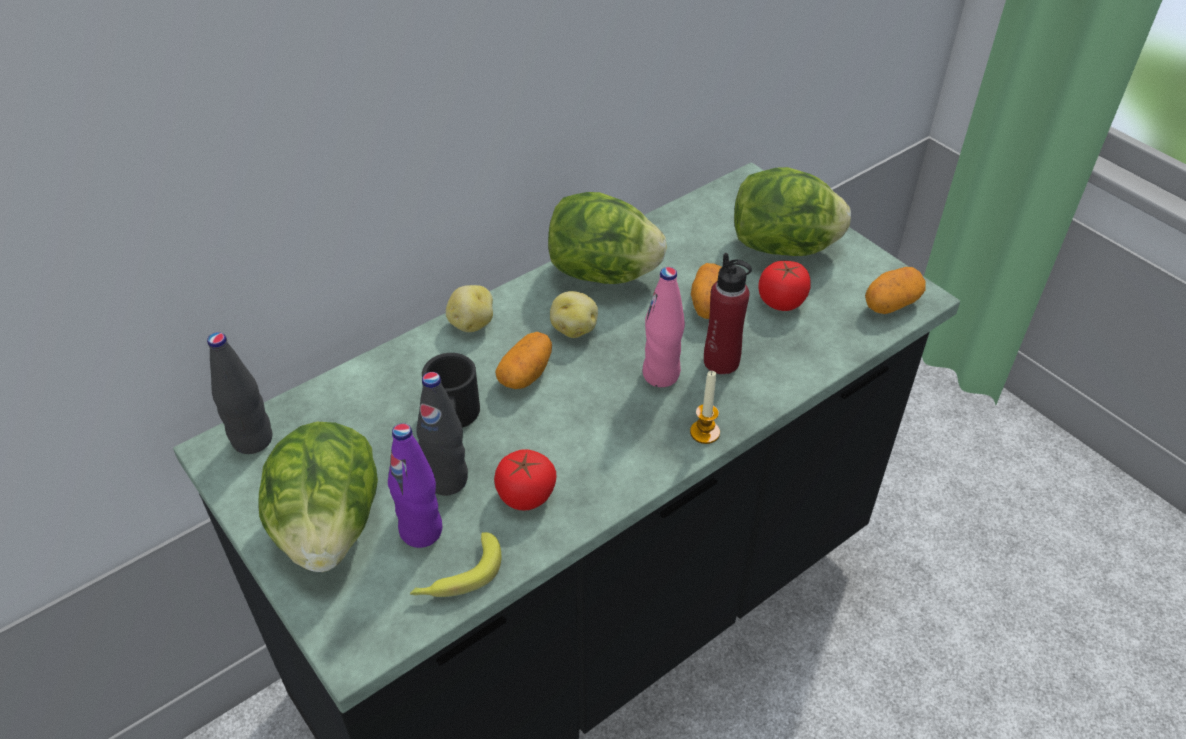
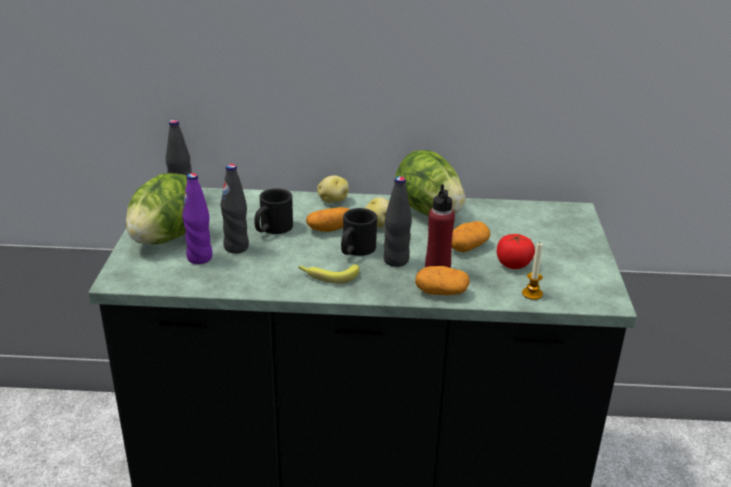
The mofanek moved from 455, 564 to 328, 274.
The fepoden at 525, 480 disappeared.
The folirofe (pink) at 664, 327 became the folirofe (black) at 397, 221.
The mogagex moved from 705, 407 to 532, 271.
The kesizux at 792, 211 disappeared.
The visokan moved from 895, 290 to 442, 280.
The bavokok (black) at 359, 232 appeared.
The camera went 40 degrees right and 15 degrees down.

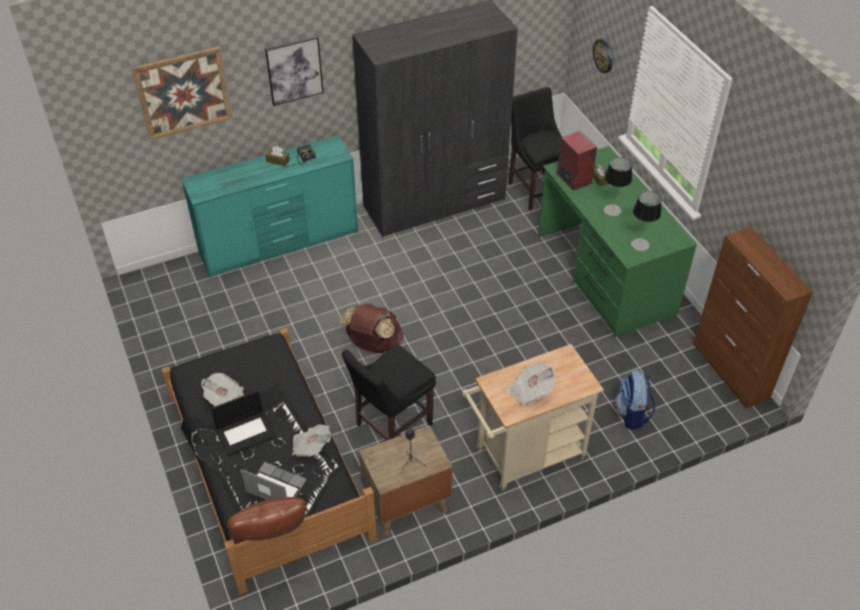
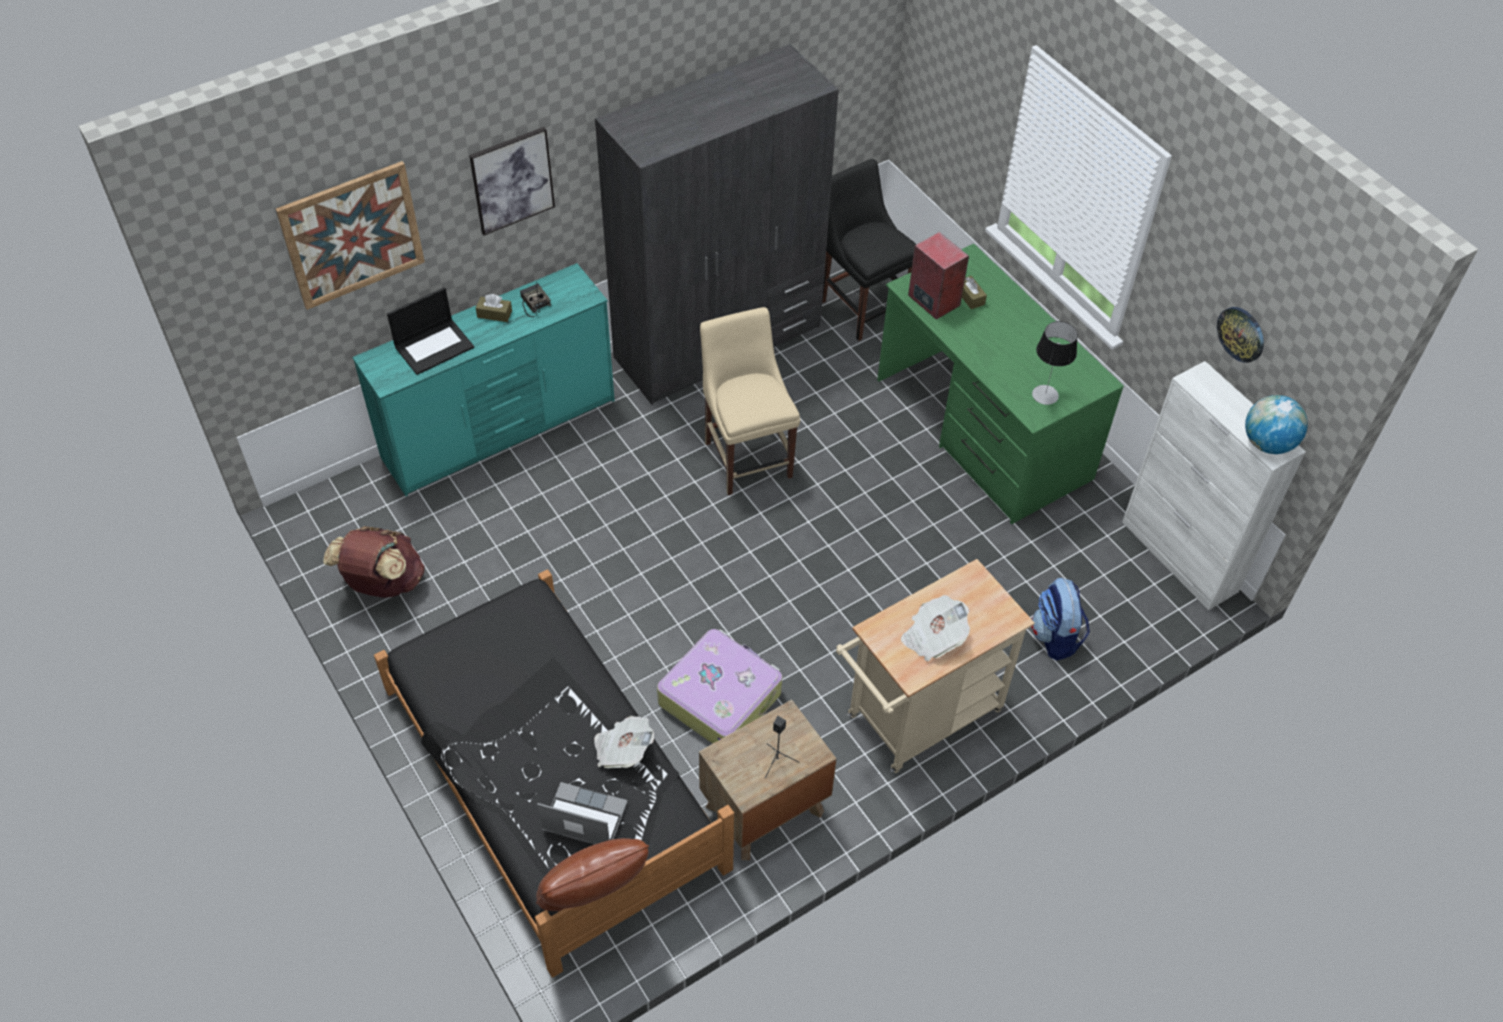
The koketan at 222, 389 disappeared.
The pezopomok moved from 243, 423 to 430, 331.
The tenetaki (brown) moved from 372, 328 to 373, 562.
The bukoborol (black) at 389, 392 was replaced by the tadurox at 719, 686.
The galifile moved from 603, 56 to 1240, 335.
The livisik at 618, 186 disappeared.
The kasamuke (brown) at 753, 318 became the kasamuke (white) at 1214, 485.
The bukoborol (beige) at 750, 401 appeared.
The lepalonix at 1276, 424 appeared.
The camera went 10 degrees left and 5 degrees up.

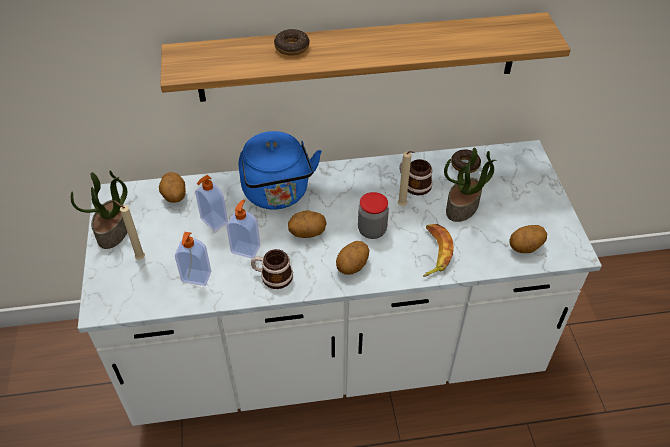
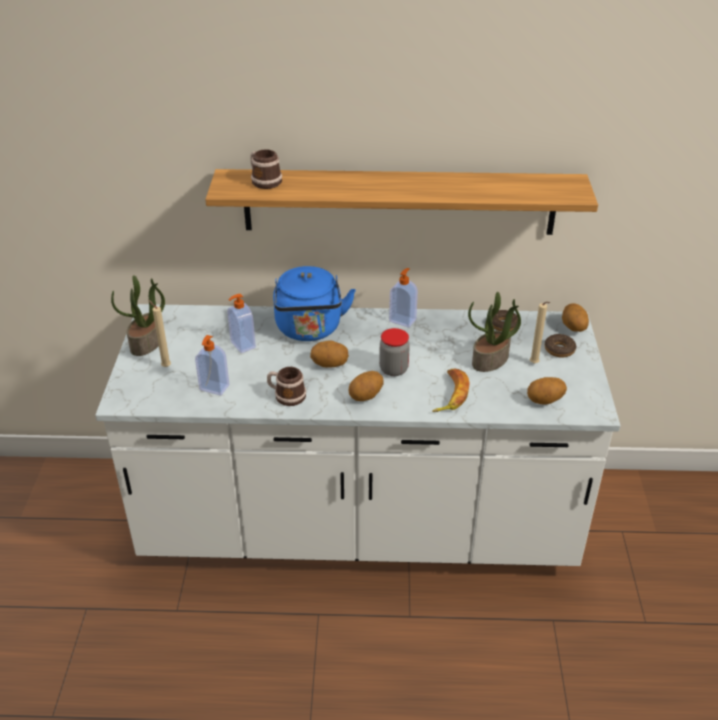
The visokan moved from 172, 187 to 575, 317.
The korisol moved from 243, 229 to 403, 298.
The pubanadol moved from 292, 42 to 560, 346.
The mogagex (beige) moved from 406, 178 to 540, 332.
The bavokok moved from 416, 177 to 266, 169.
The camera went 10 degrees right and 10 degrees down.

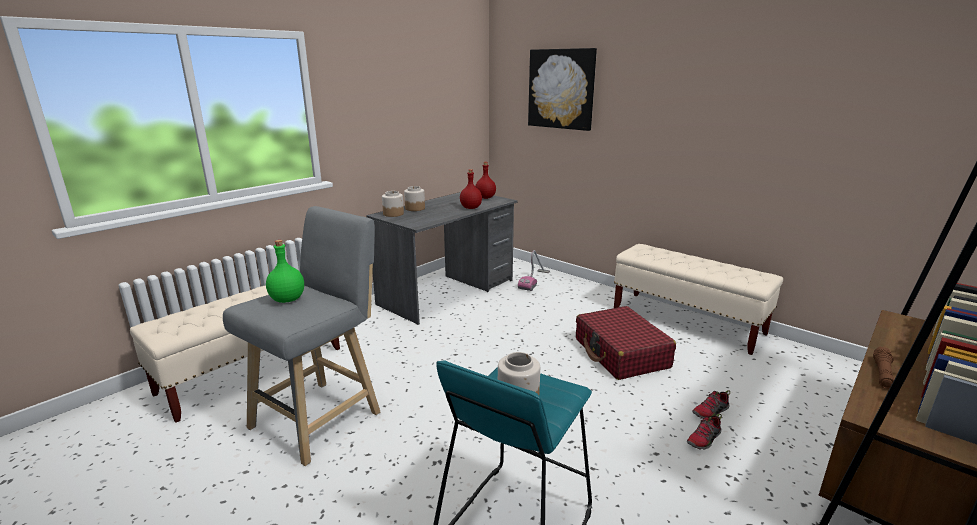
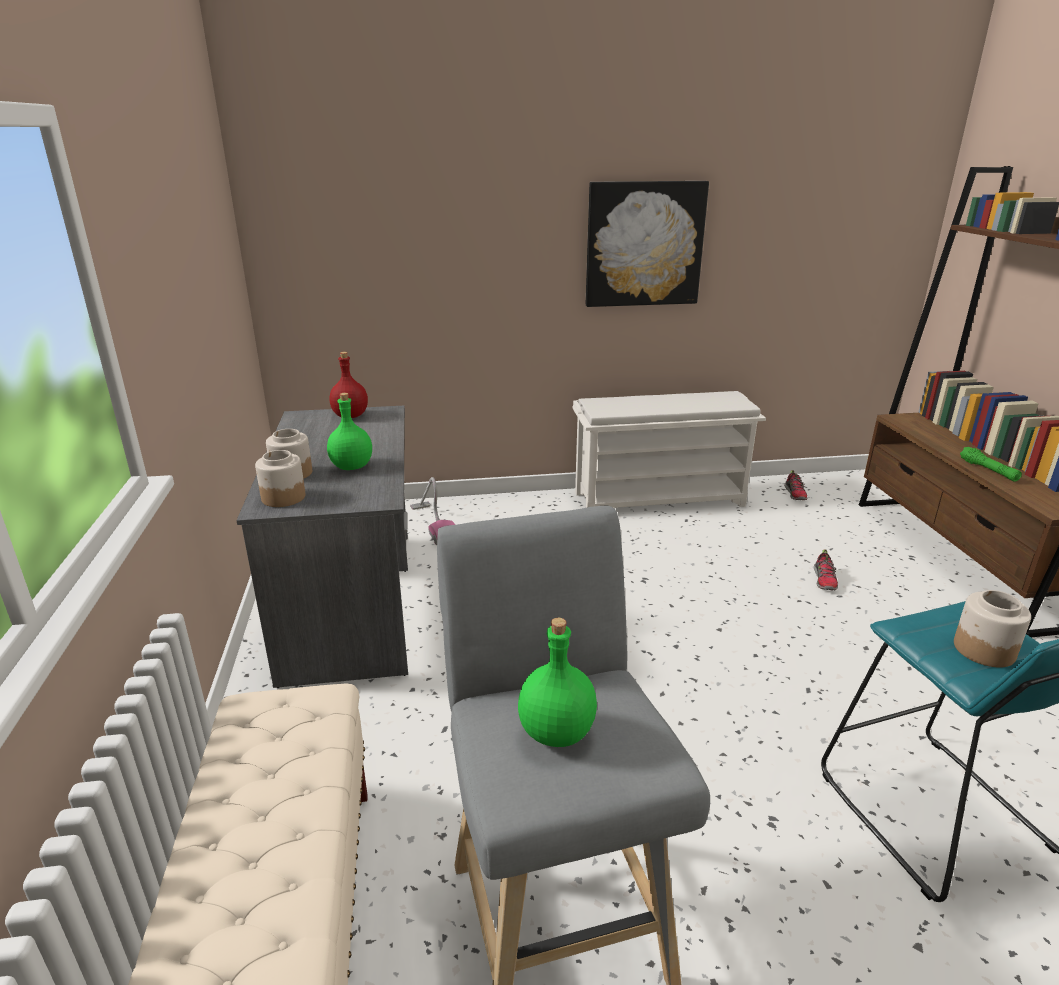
The folirofe (red) at 471, 189 disappeared.
The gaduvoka moved from 562, 89 to 647, 244.
The tadurox (red) at 626, 343 disappeared.
The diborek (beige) at 698, 299 was replaced by the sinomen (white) at 669, 449.
The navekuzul moved from 704, 432 to 795, 485.
The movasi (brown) at 883, 367 became the movasi (green) at 991, 464.
The folirofe (green) at 349, 431 appeared.
The camera went 50 degrees left and 5 degrees up.

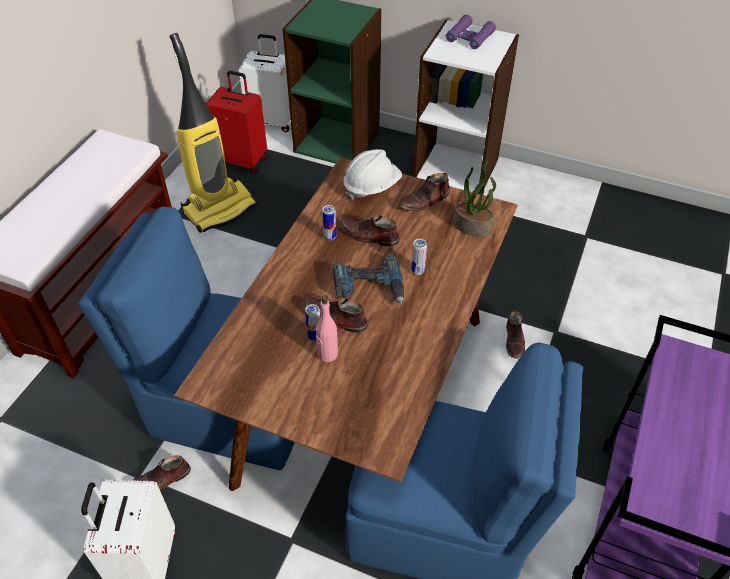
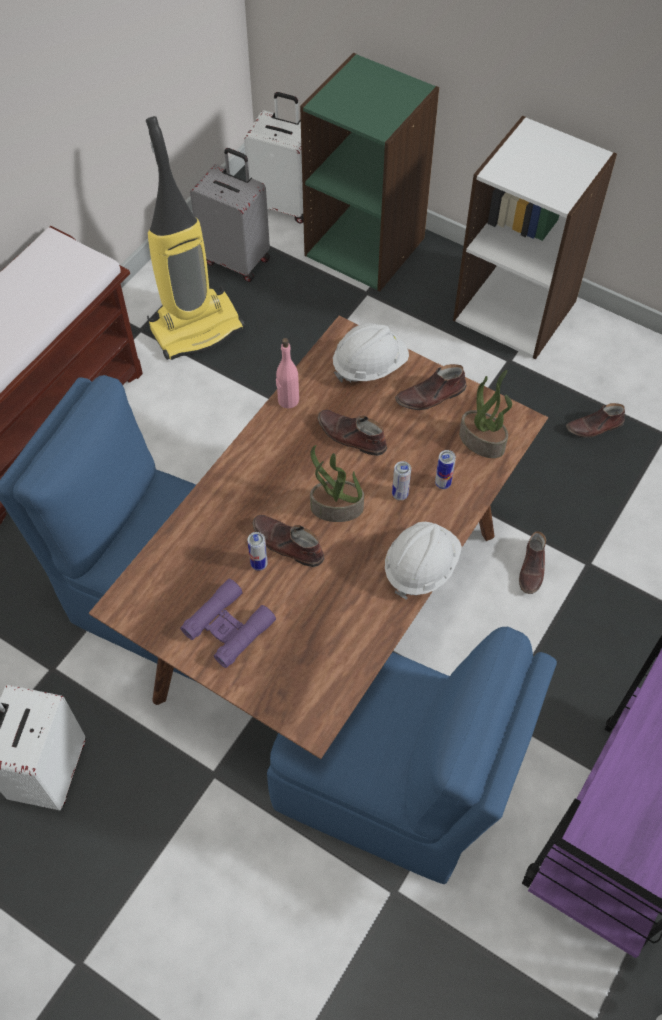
The navekuzul (brown) moved from 162, 472 to 595, 420.
The tadurox (red) at 237, 122 became the tadurox (grey) at 230, 215.
The folirofe (pink) moved from 327, 328 to 287, 373.
The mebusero moved from 329, 223 to 445, 469.
The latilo at 368, 279 was replaced by the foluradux at 337, 483.
The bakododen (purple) moved from 471, 31 to 228, 623.
The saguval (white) at 423, 561 appeared.
The camera went 10 degrees right and 10 degrees up.

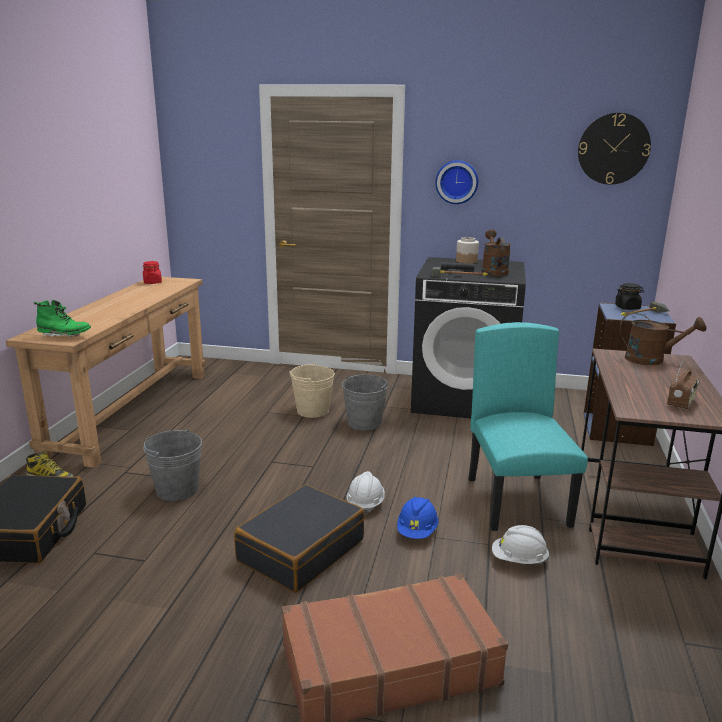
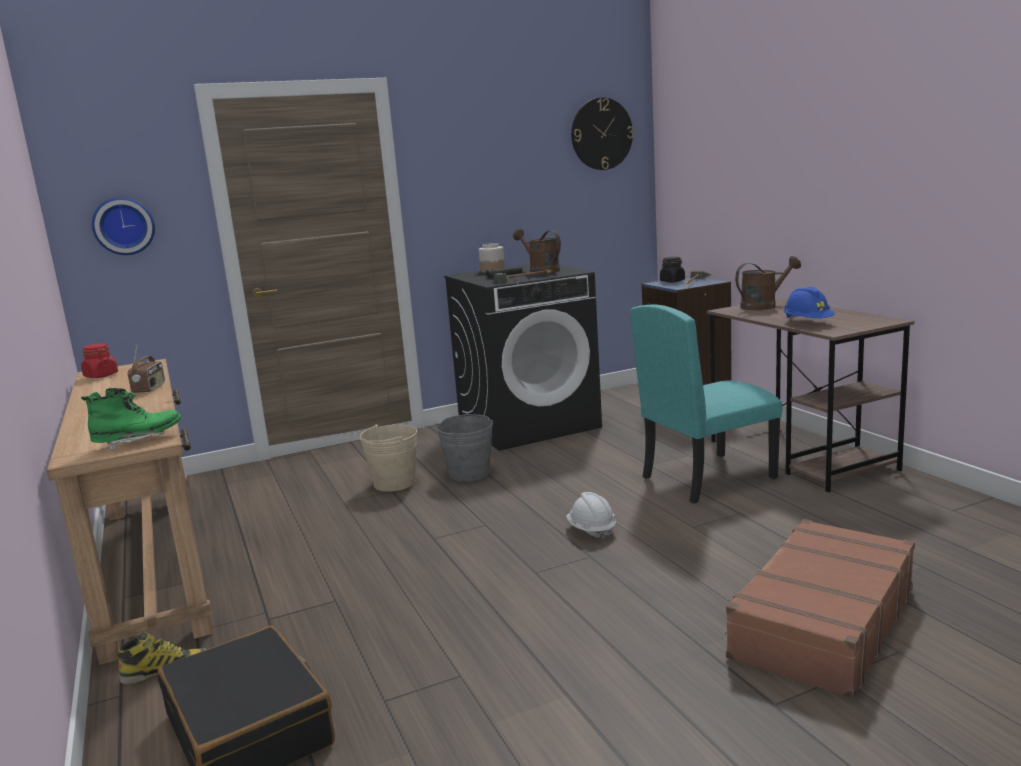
The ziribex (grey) at 172, 465 disappeared.
The tadurox (black) at 299, 538 disappeared.
The saguval (blue) moved from 418, 518 to 809, 303.
The galifile moved from 456, 182 to 123, 226.
The bukoborol (turquoise) at 528, 426 turned 75 degrees counterclockwise.
The saguval (white) at 520, 544 disappeared.
The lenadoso moved from 683, 383 to 146, 369.
The camera went 35 degrees left and 5 degrees down.

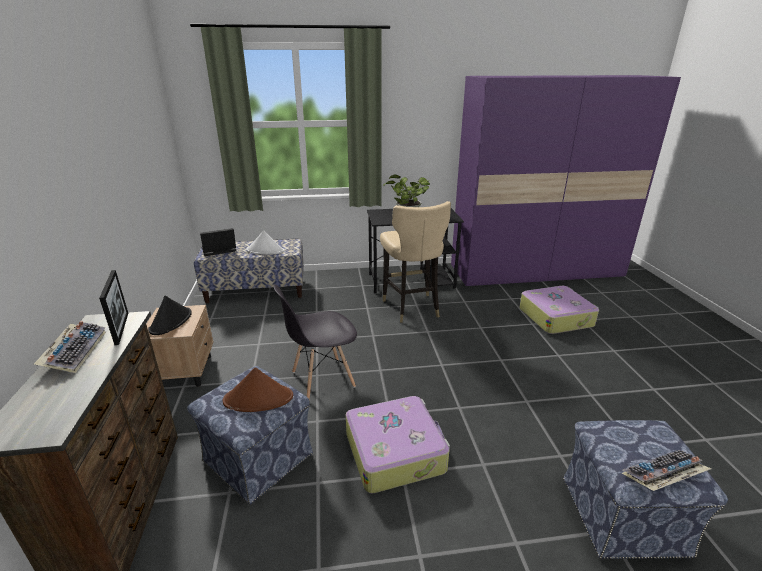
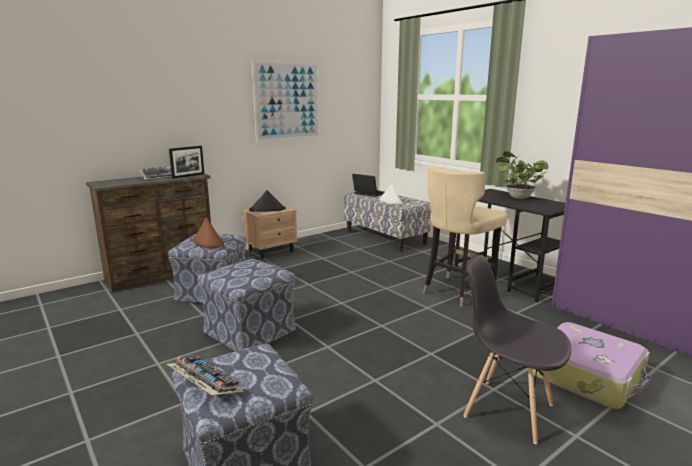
The bukoborol (grey) moved from 315, 342 to 517, 349.
The tadurox at 398, 445 was replaced by the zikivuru at 246, 305.
The gaduvoka at 286, 101 appeared.
The camera went 60 degrees right and 10 degrees down.

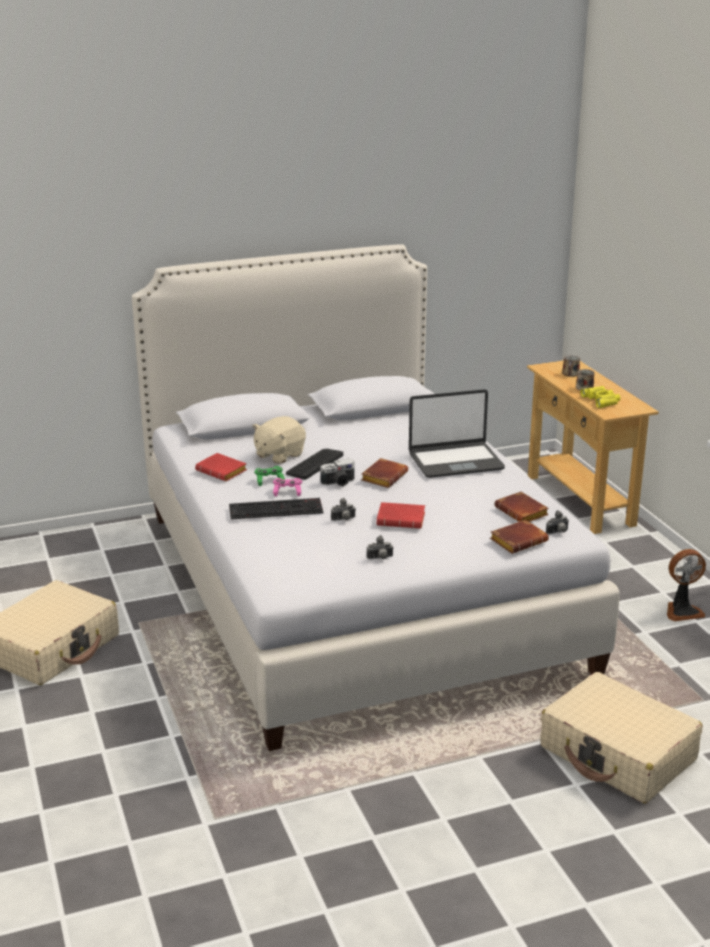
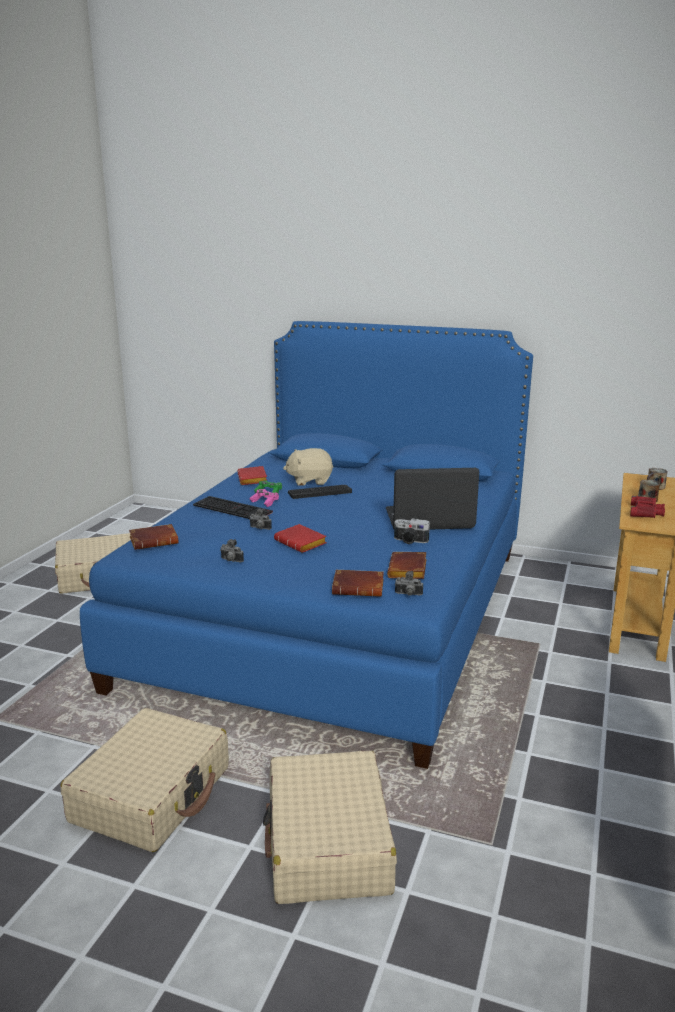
The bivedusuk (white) at 375, 498 became the bivedusuk (blue) at 306, 545.
The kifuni moved from 337, 472 to 412, 531.
The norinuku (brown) moved from 384, 473 to 154, 537.
The pezopomok at 457, 433 turned 150 degrees clockwise.
The bakododen (yellow) at 600, 397 became the bakododen (red) at 647, 507.
The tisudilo at 686, 585 disappeared.
The tadurox (beige) at 144, 780 appeared.
The camera went 40 degrees right and 5 degrees down.

